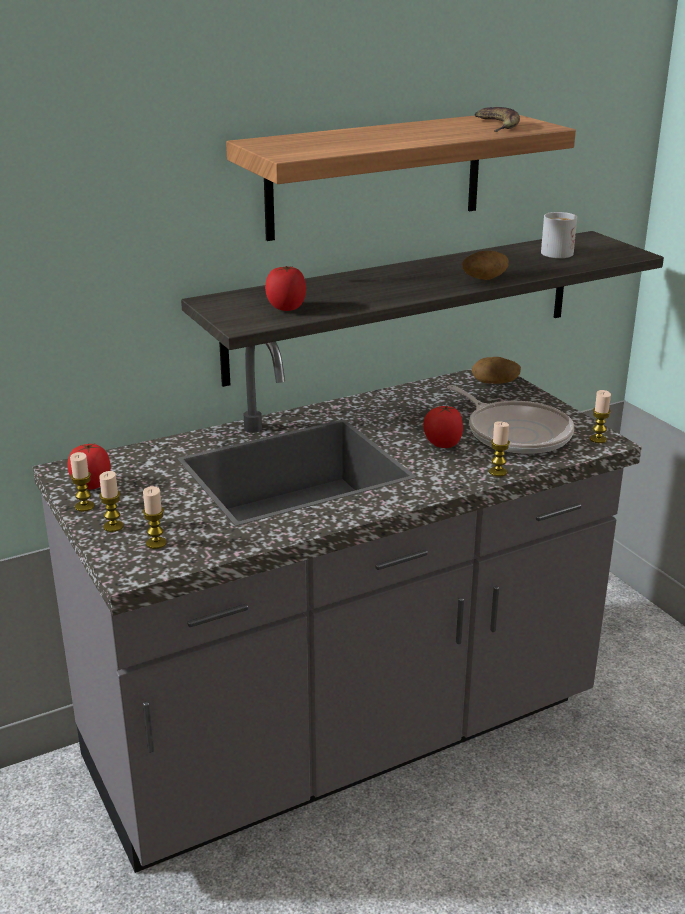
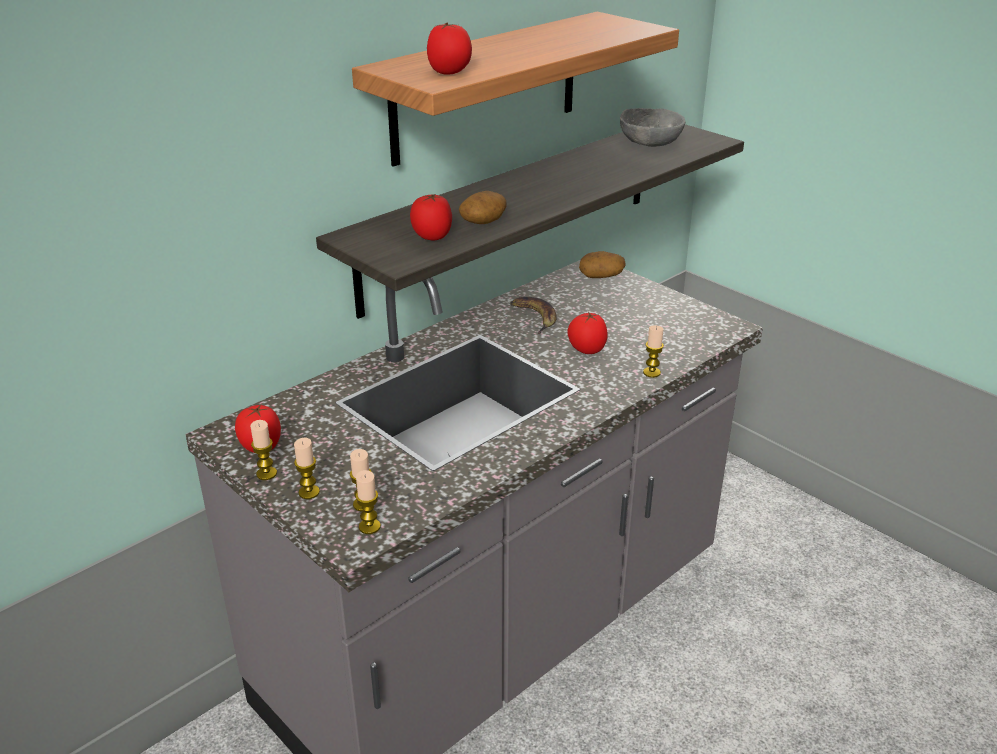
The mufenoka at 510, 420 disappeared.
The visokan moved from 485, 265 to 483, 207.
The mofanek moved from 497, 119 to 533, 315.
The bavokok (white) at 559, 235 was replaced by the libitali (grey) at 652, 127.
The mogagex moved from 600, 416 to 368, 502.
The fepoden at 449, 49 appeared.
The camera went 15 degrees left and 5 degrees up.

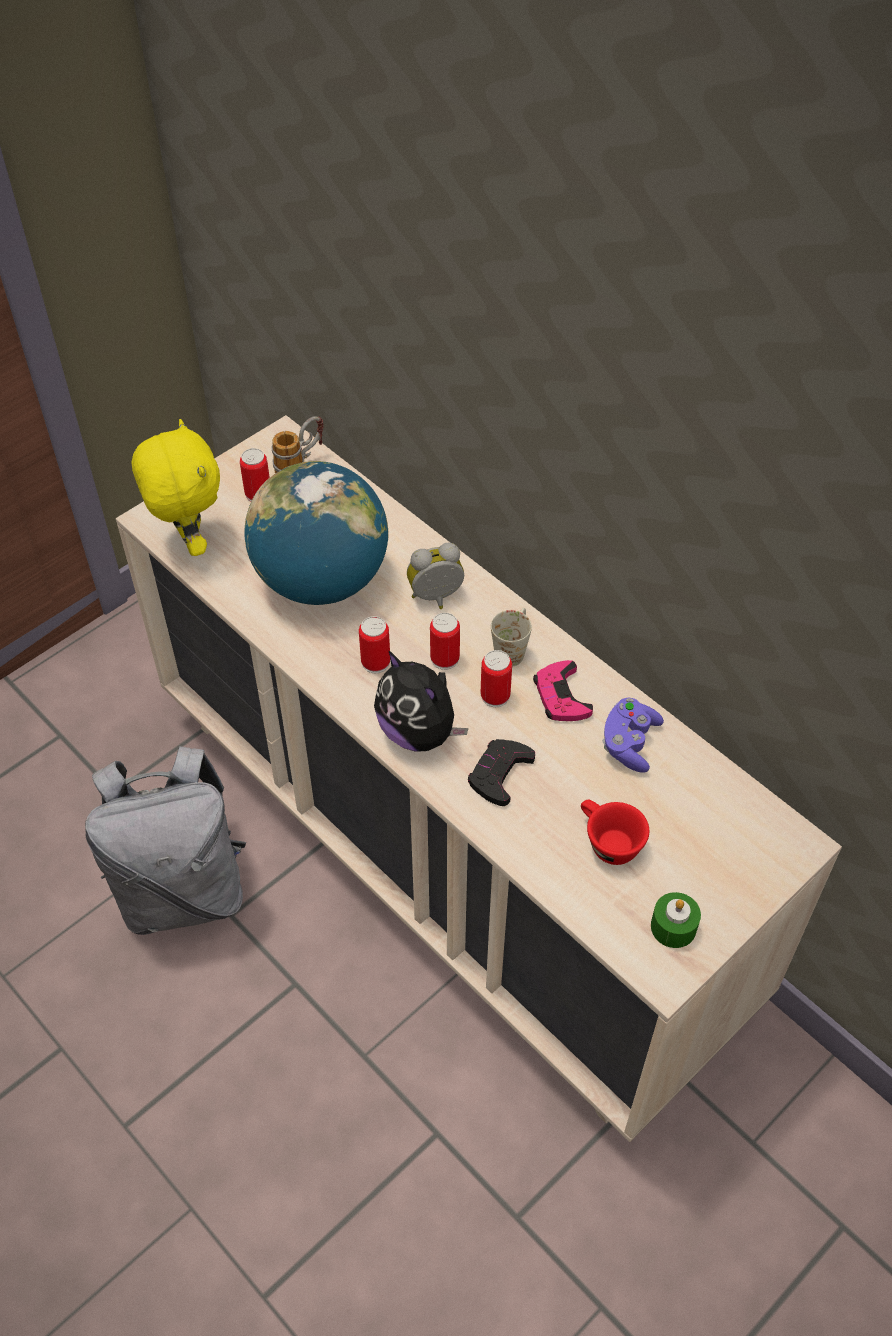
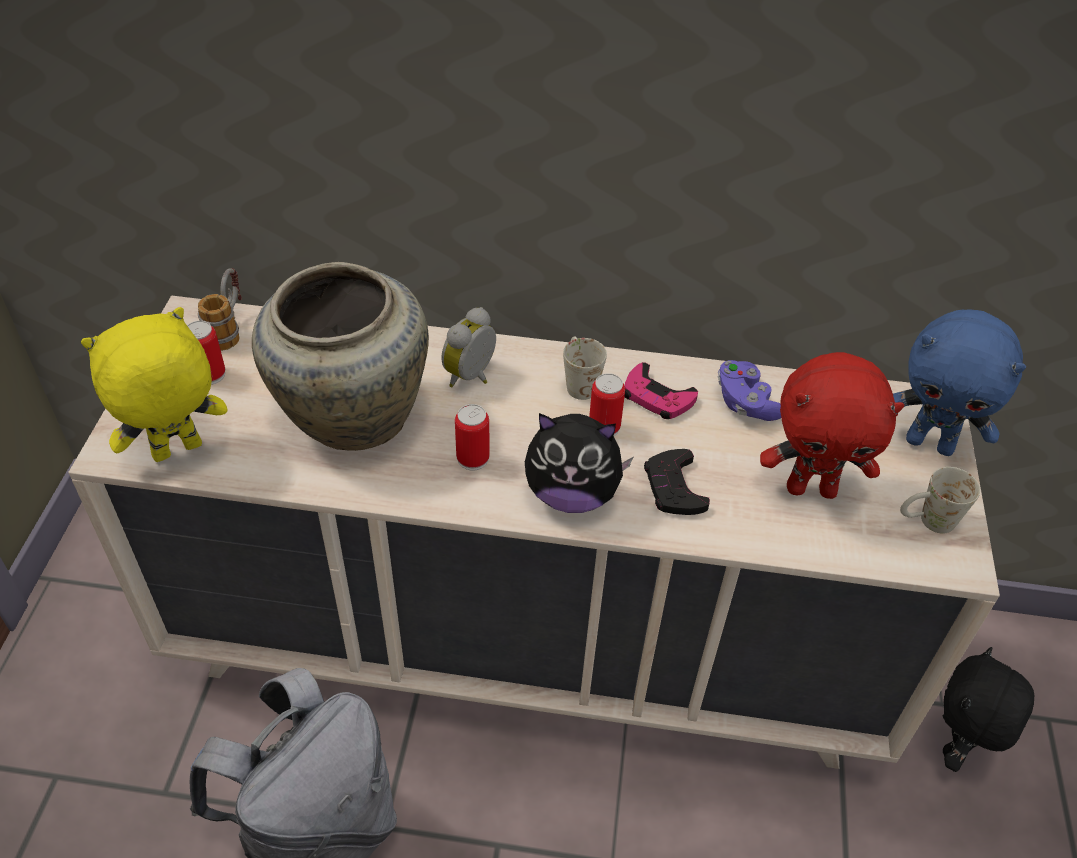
The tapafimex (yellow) at 175, 487 turned 60 degrees counterclockwise.
The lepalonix at 316, 533 was replaced by the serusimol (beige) at 340, 356.
The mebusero at 445, 641 disappeared.
The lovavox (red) at 615, 832 was replaced by the tapafimex (red) at 832, 425.
The mogagex (green) at 676, 920 was replaced by the bavokok (white) at 940, 500.
The tapafimex (blue) at 959, 382 appeared.
The tapafimex (black) at 988, 709 appeared.
The camera went 40 degrees left and 5 degrees down.

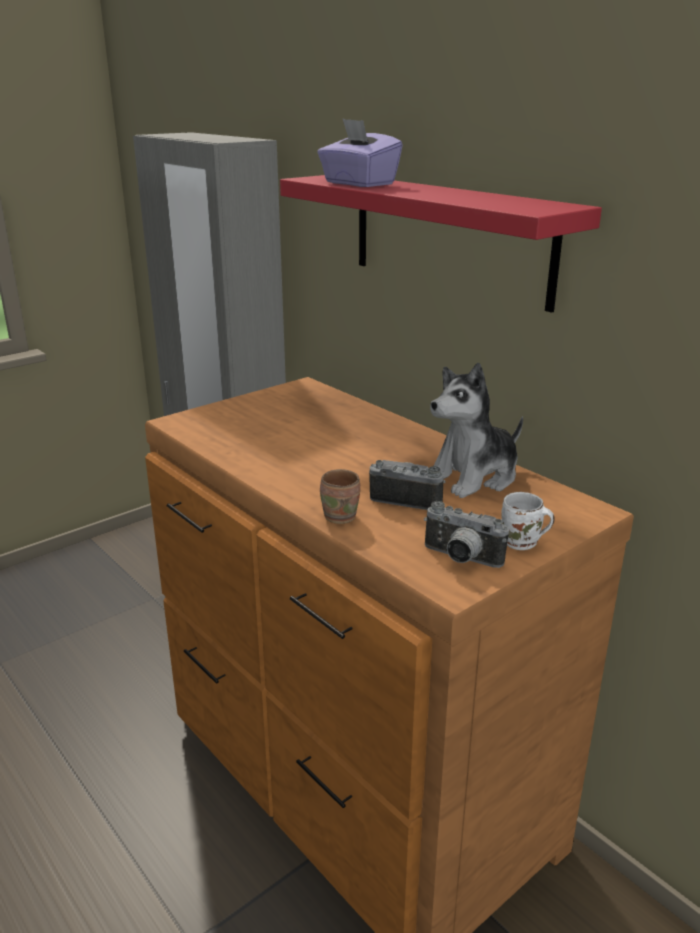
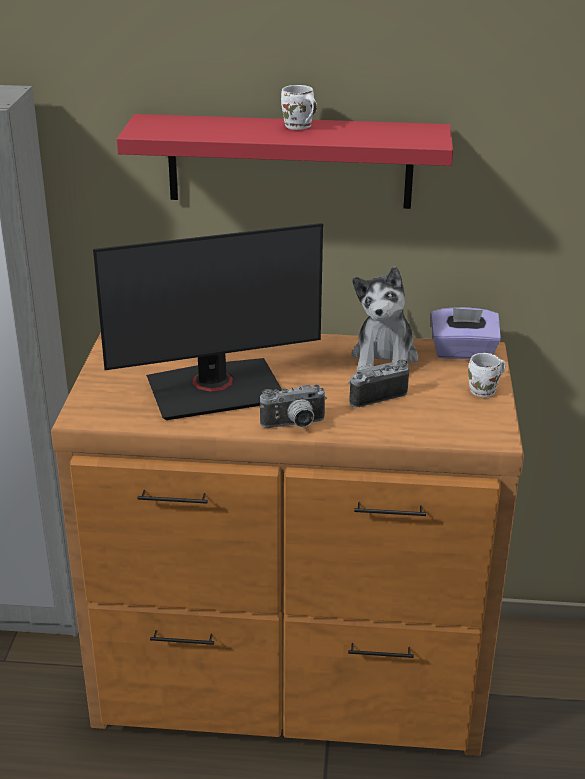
The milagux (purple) moved from 360, 152 to 466, 333.
The bavokok (brown) at 340, 496 disappeared.
The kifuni moved from 466, 534 to 293, 406.
The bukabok at 208, 321 appeared.
The bavokok (white) at 299, 107 appeared.
The camera went 45 degrees left and 5 degrees up.

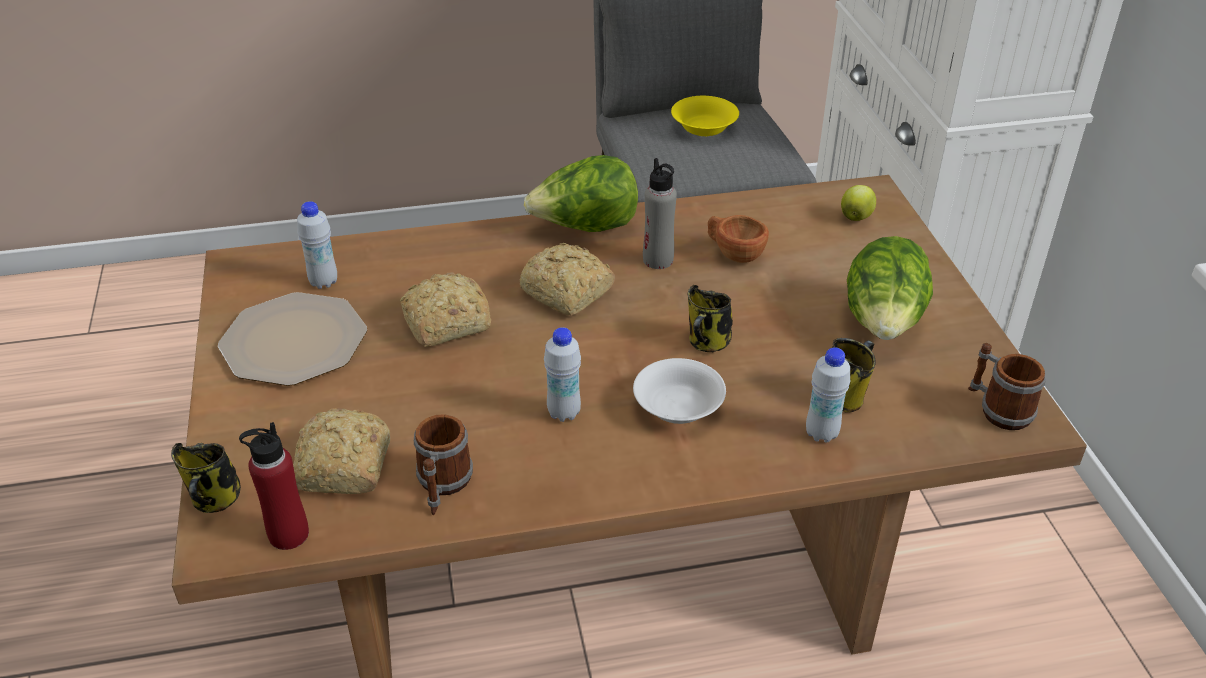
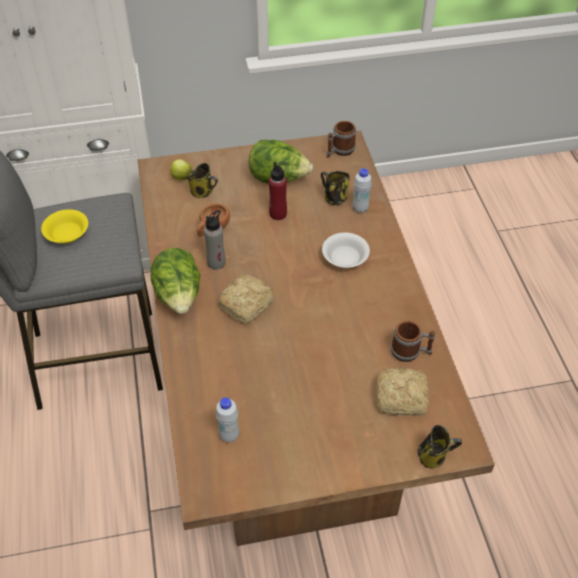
The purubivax at 292, 339 disappeared.
The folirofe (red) moved from 274, 486 to 278, 191.
The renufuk at 445, 309 disappeared.
The folirofe (white) at 562, 374 disappeared.
The bavokok moved from 710, 318 to 203, 180.
The camera went 90 degrees left and 10 degrees up.

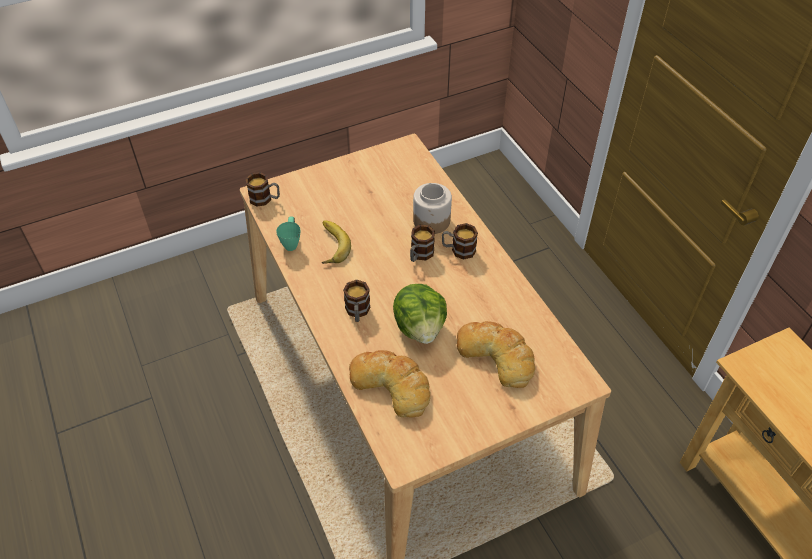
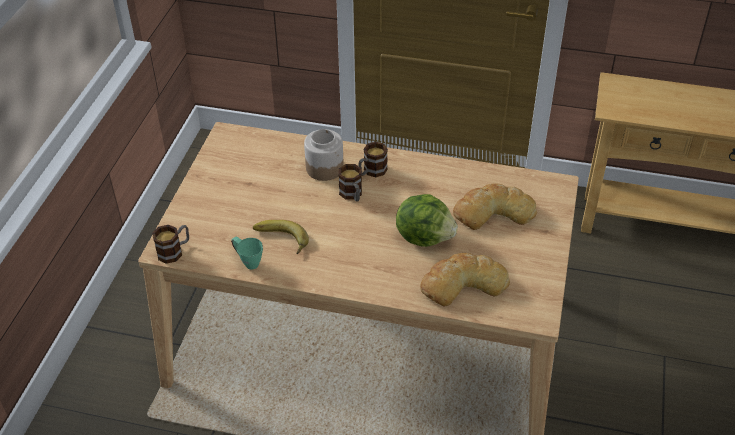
The bavokok at 357, 301 disappeared.
The camera went 50 degrees left and 5 degrees down.

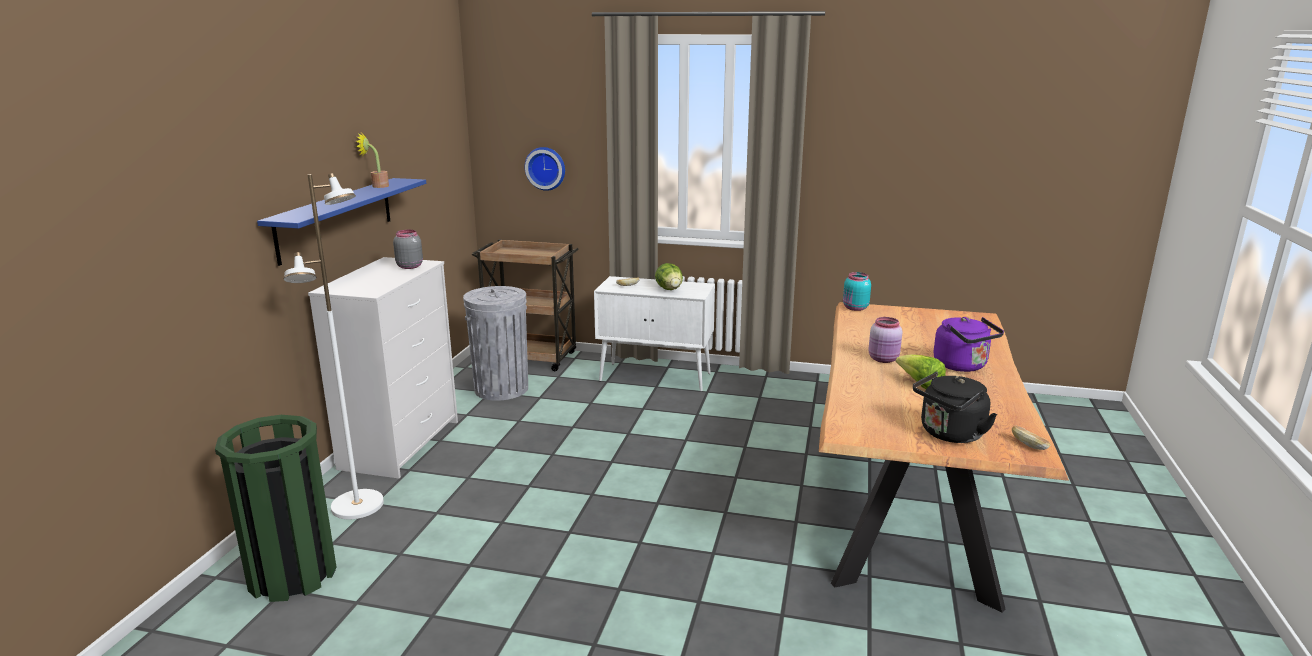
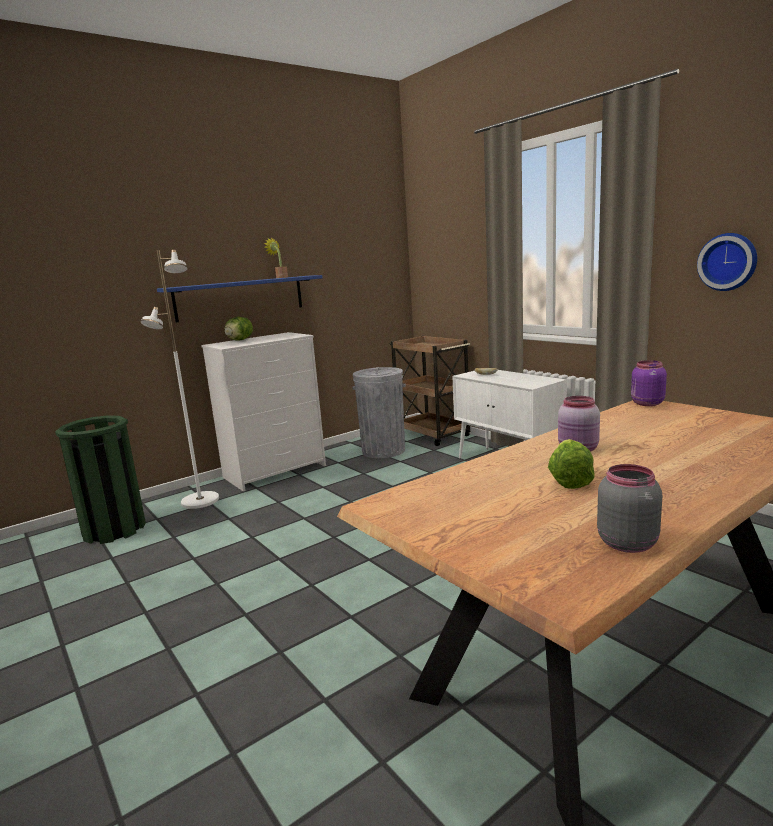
The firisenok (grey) moved from 408, 249 to 629, 508.
The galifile moved from 545, 169 to 727, 262.
The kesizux moved from 669, 276 to 238, 329.
The firisenok (turquoise) at 857, 291 became the firisenok (purple) at 649, 383.
The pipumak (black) at 955, 407 disappeared.
The pipumak (purple) at 968, 344 disappeared.
The renufuk at 1031, 438 disappeared.
The camera went 40 degrees right and 5 degrees down.

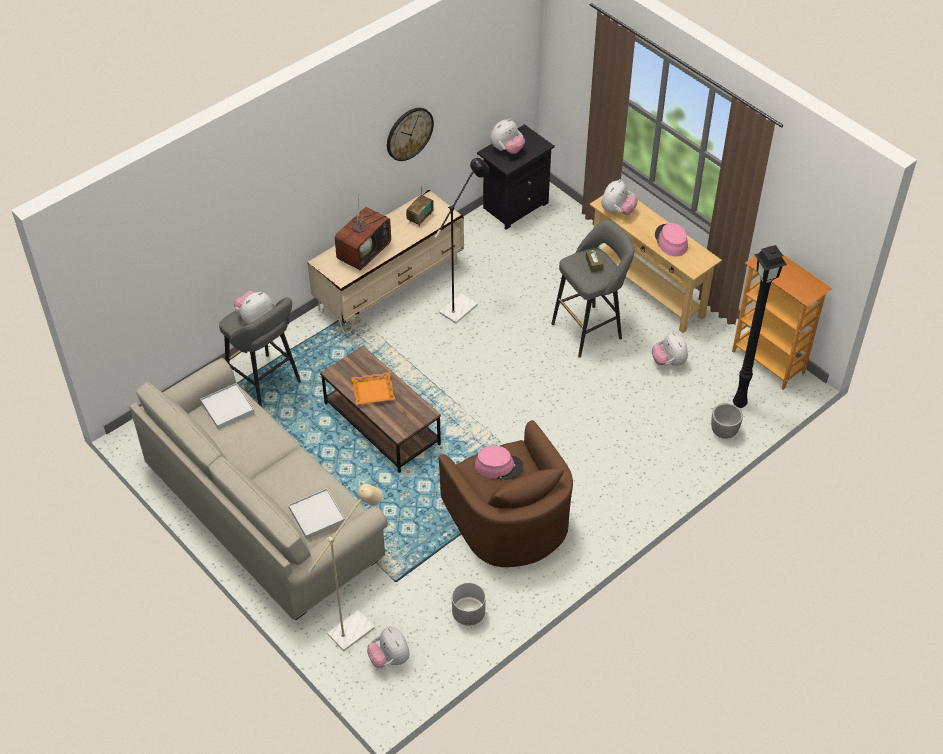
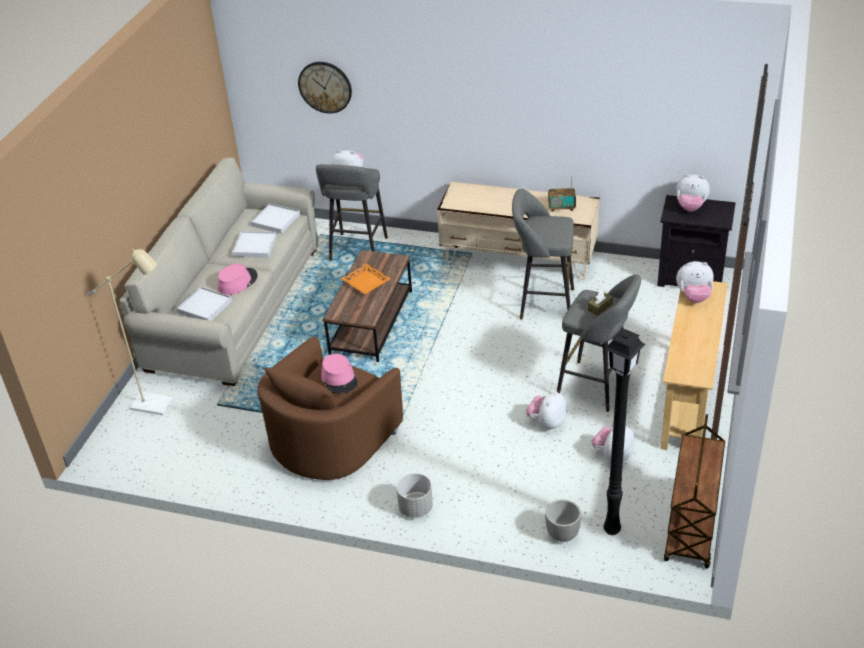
The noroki at 363, 235 disappeared.
The tapafimex moved from 388, 647 to 546, 410.
The galifile moved from 410, 134 to 325, 88.
The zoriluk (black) at 462, 241 was replaced by the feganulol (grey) at 543, 254.
The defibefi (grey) moved from 469, 604 to 414, 495.
The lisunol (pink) moved from 671, 239 to 238, 279.
The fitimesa at 782, 317 was replaced by the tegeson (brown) at 694, 491.
The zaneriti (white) at 254, 244 appeared.
The camera went 60 degrees right and 10 degrees down.

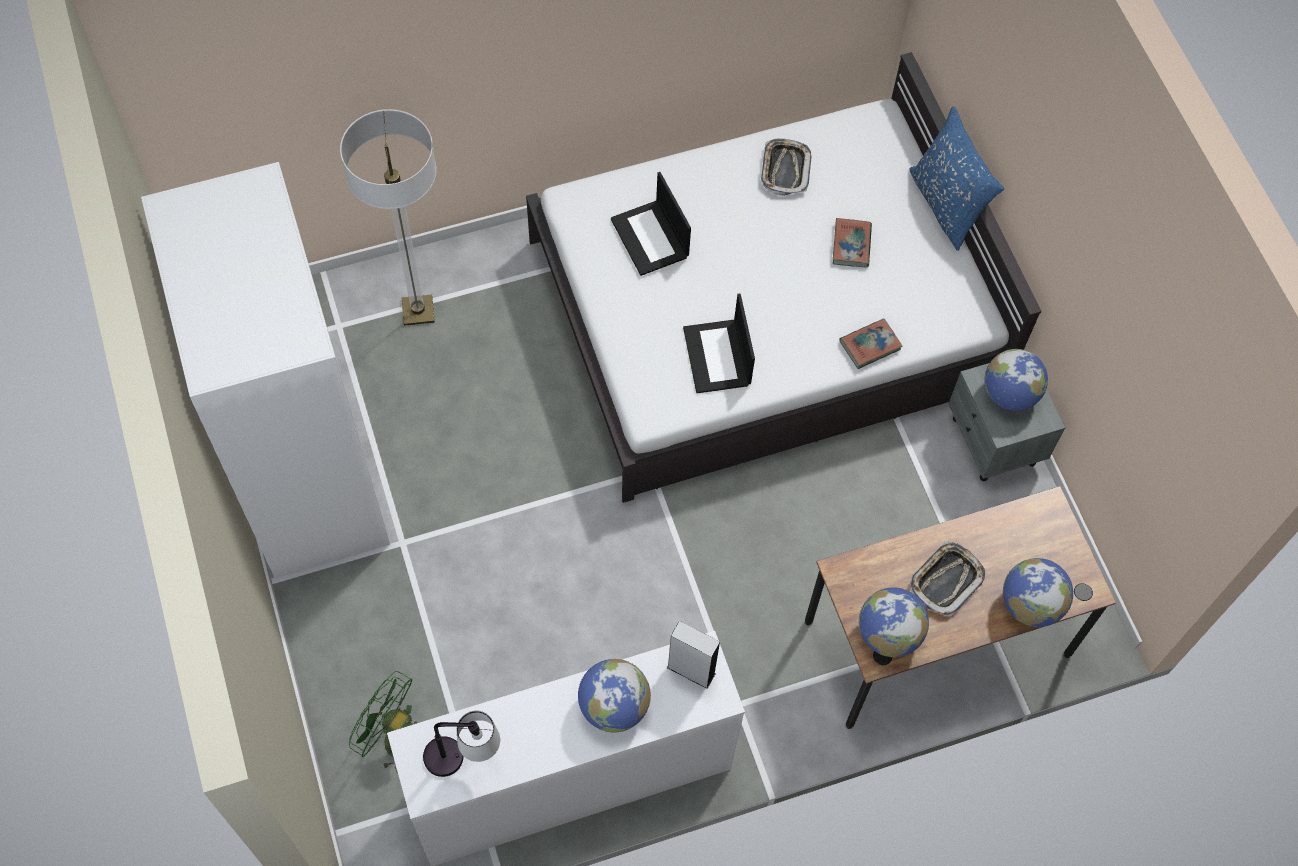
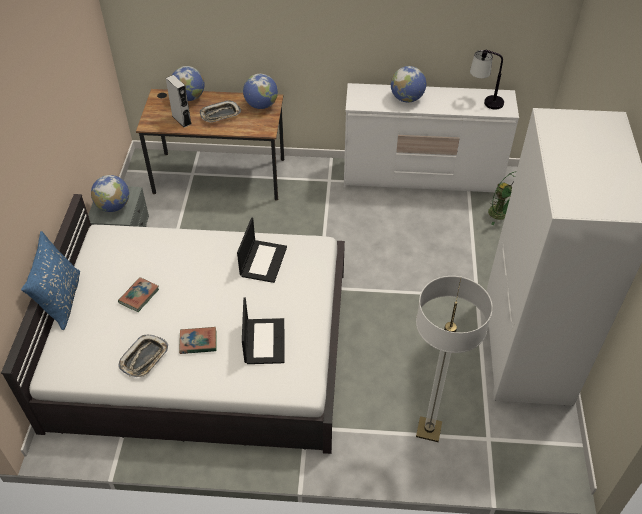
The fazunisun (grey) moved from 693, 655 to 178, 101.
The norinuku moved from 871, 343 to 197, 340.
The camera went 155 degrees left and 15 degrees down.

